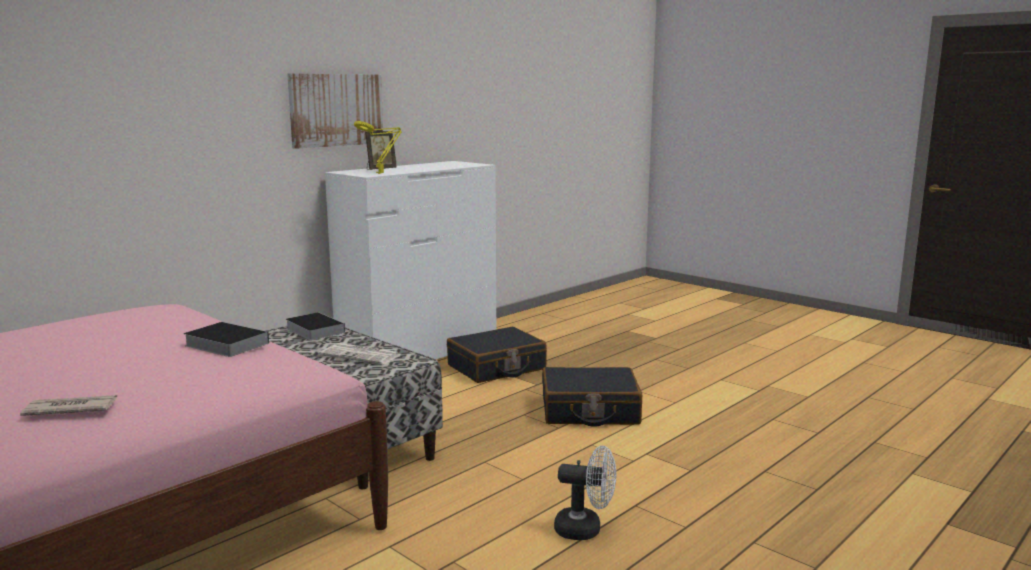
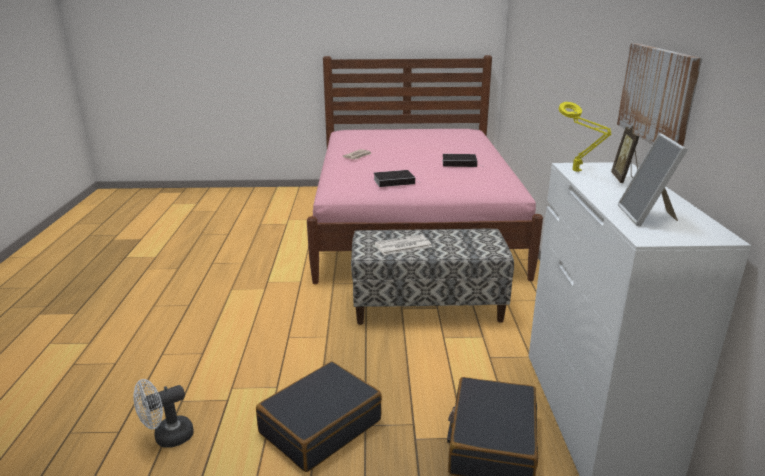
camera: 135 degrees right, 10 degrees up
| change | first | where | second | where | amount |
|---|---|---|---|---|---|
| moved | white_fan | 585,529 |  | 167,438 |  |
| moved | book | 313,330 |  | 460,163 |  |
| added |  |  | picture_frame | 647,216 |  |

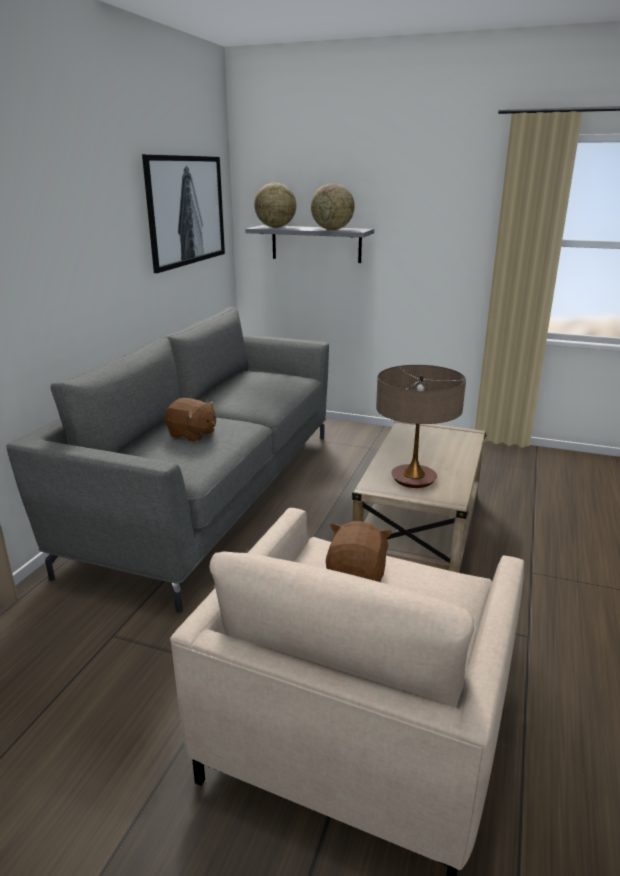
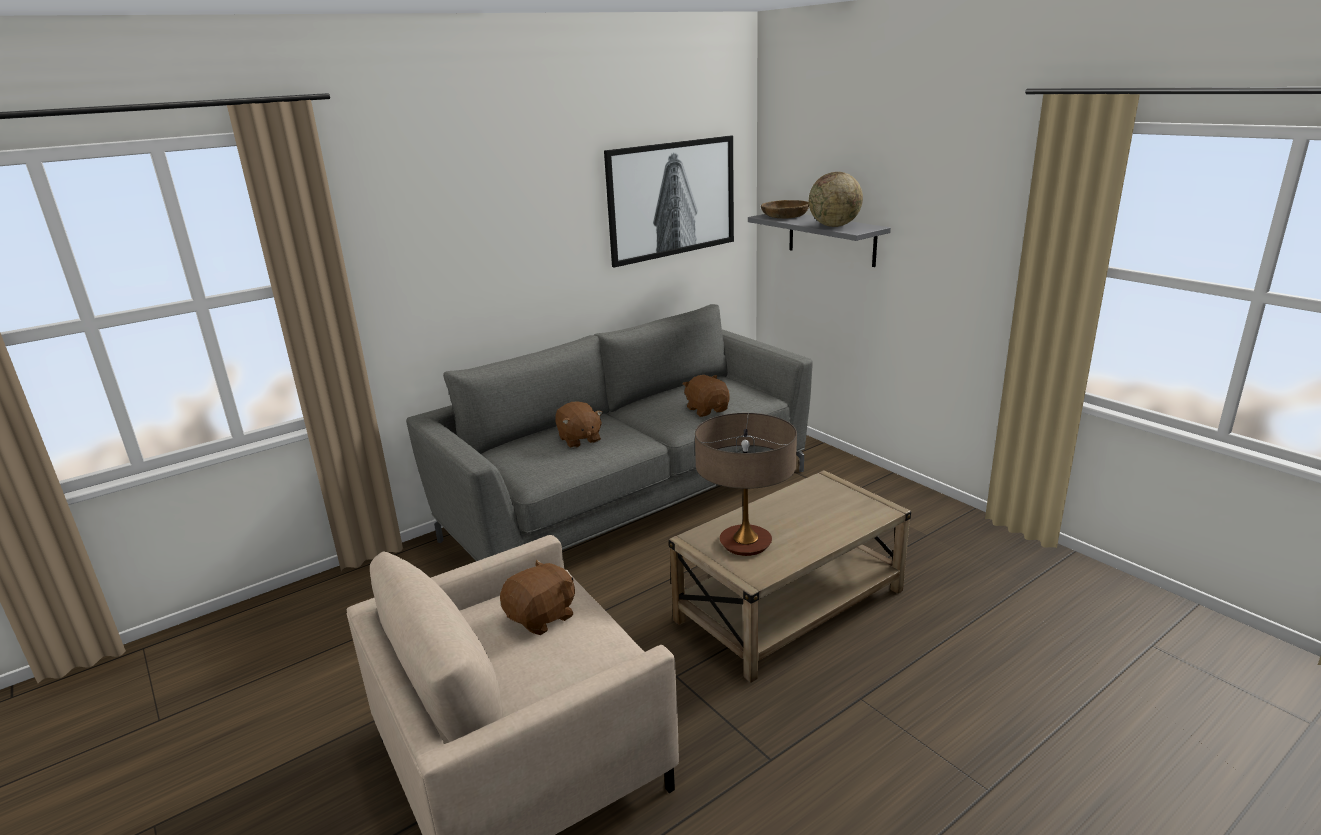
camera: 35 degrees right, 0 degrees up
| change | first | where | second | where | amount |
|---|---|---|---|---|---|
| added |  |  | brown_plush_toy | 707,409 |  |
| replaced | globe | 275,227 | brown_bowl | 784,216 |  |

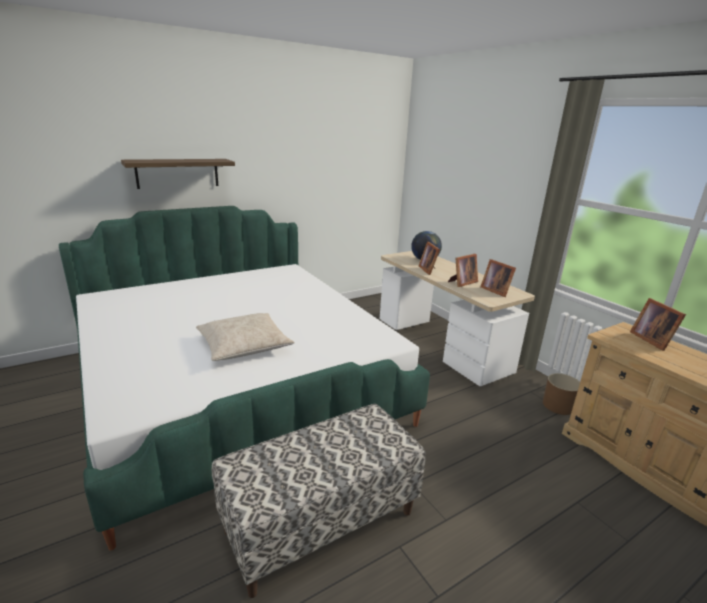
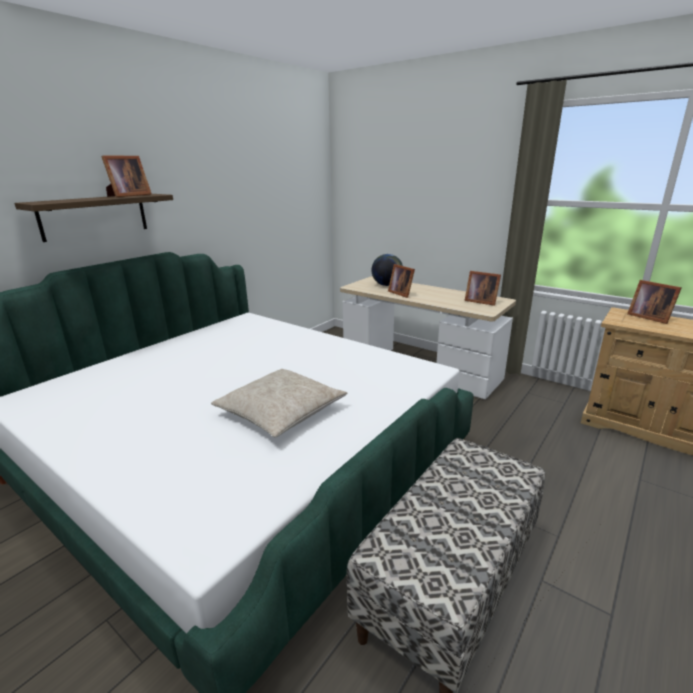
camera: 20 degrees left, 0 degrees up
| change | first | where | second | where | amount |
|---|---|---|---|---|---|
| moved | picture_frame | 462,283 |  | 127,195 |  |
| removed | brown_planter | 558,405 |  |  |  |

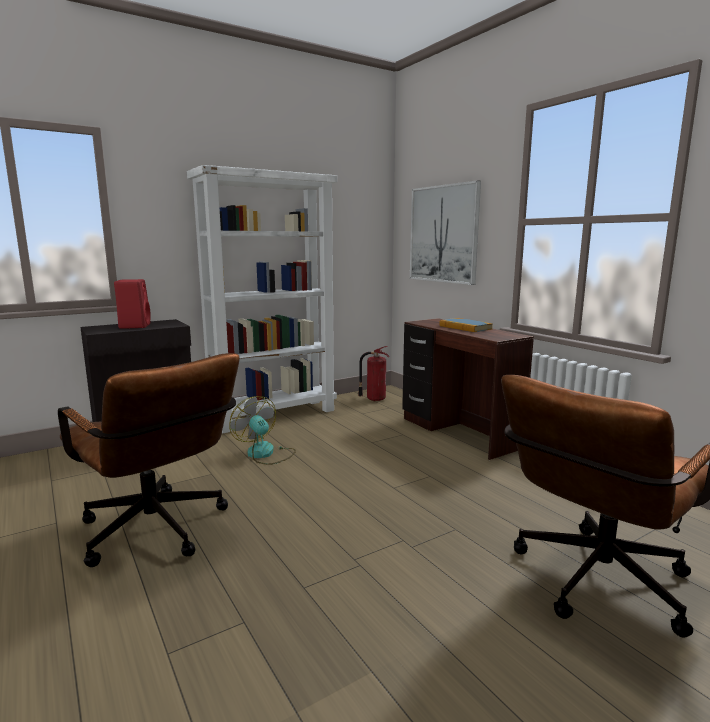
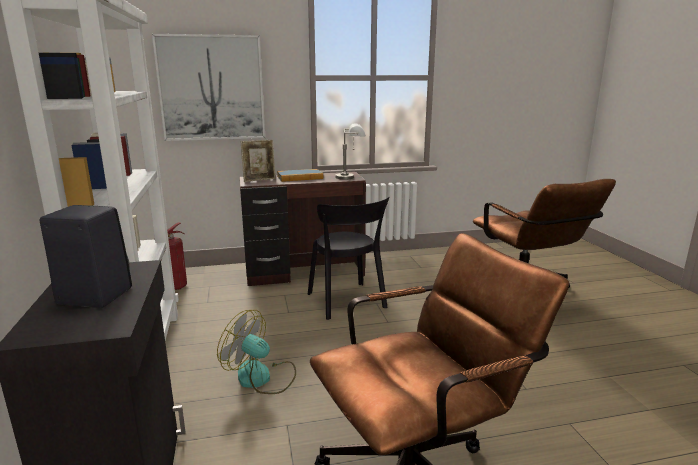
camera: 70 degrees left, 5 degrees up
| change | first | where | second | where | amount |
|---|---|---|---|---|---|
| recoloured | red_speaker | 134,326 | black_speaker | 92,296 |  |
| turned | fan | 265,454 |  | 261,378 | 45 degrees clockwise |
| added |  |  | picture_frame | 259,180 |  |
| added |  |  | black_chair | 347,302 |  |
| added |  |  | grey_table_lamp | 351,177 |  |

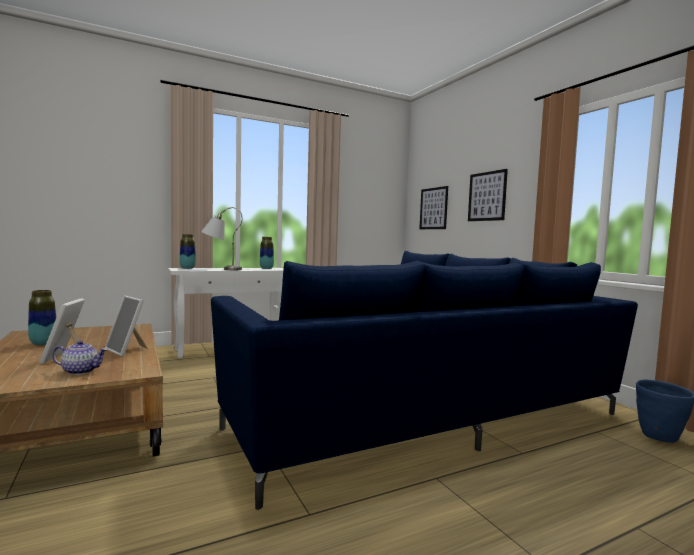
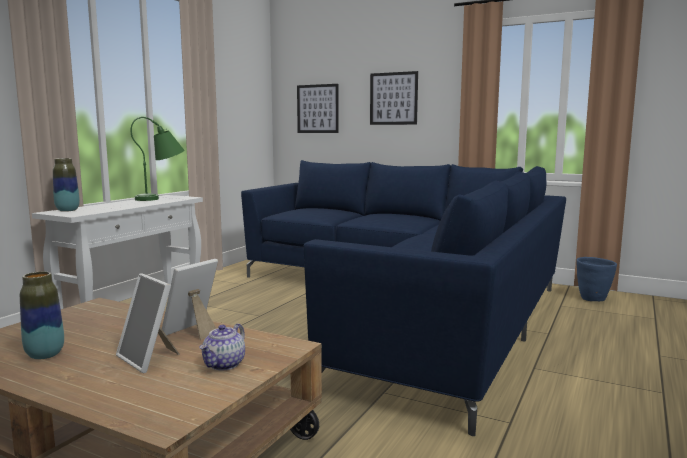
camera: 35 degrees left, 5 degrees up
| change | first | where | second | where | amount |
|---|---|---|---|---|---|
| replaced | vase | 266,268 | green_table_lamp | 162,198 |  |
| turned | picture_frame | 127,350 |  | 193,332 | 120 degrees clockwise |
| turned | teapot | 81,371 |  | 224,364 | 150 degrees clockwise |
| removed | grey_table_lamp | 220,269 |  |  |  |

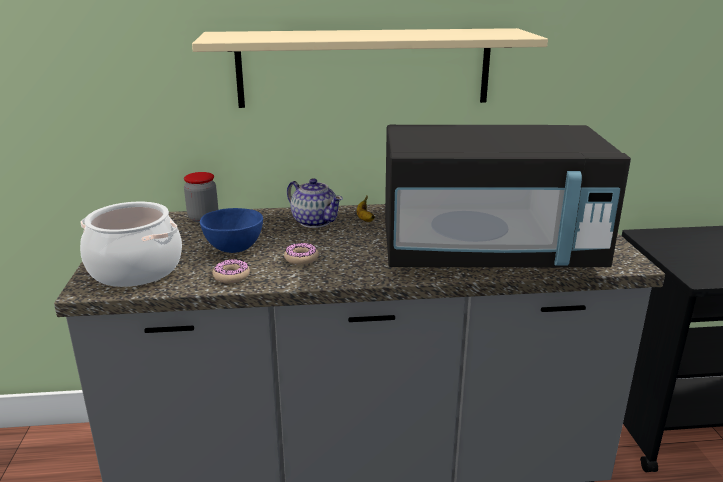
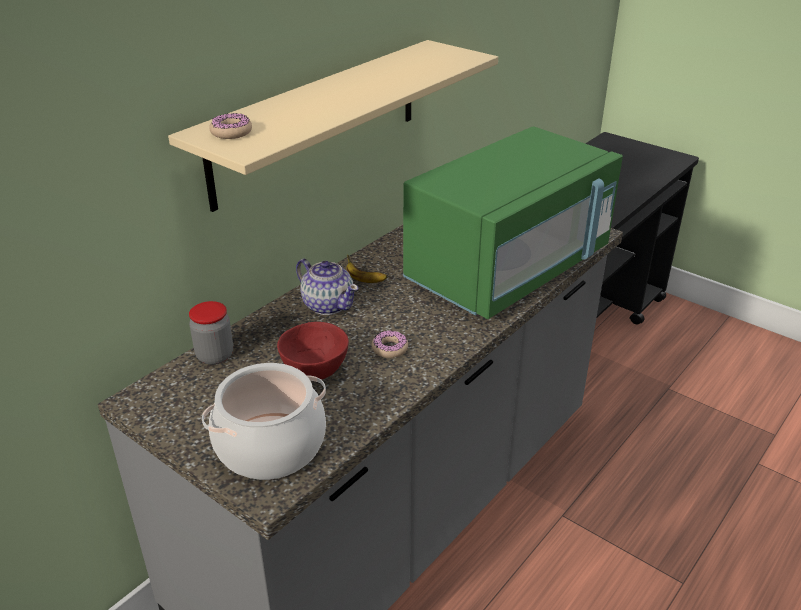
camera: 45 degrees left, 10 degrees up
| change | first | where | second | where | amount |
|---|---|---|---|---|---|
| moved | donut | 231,276 |  | 231,132 |  |
| recoloured | blue_bowl | 233,248 | red_bowl | 314,372 |  |
| turned | teapot | 314,221 |  | 328,304 | 45 degrees clockwise |
| recoloured | black_microwave | 489,254 | green_microwave | 508,269 |  |

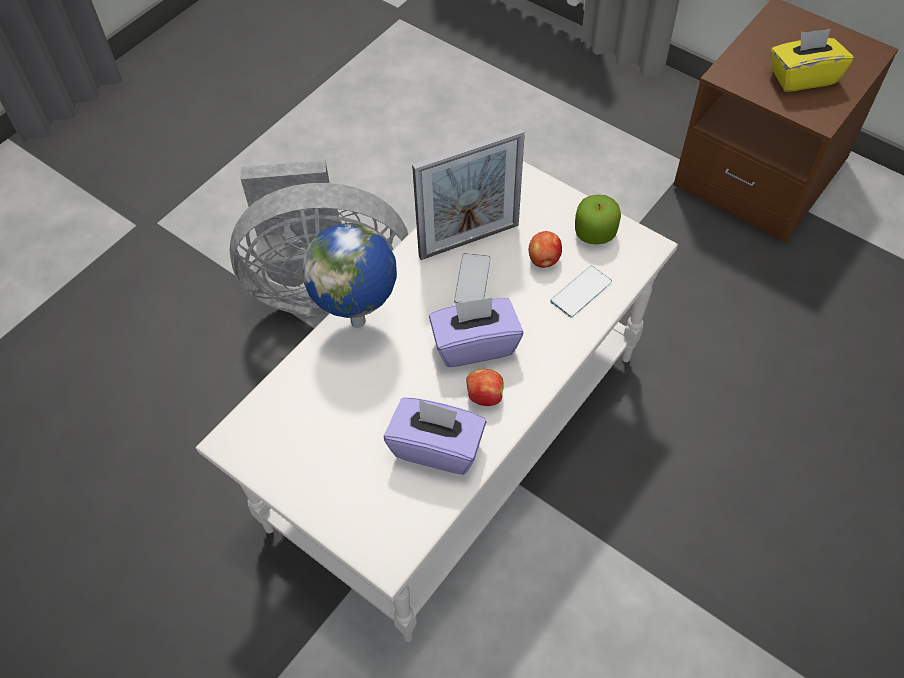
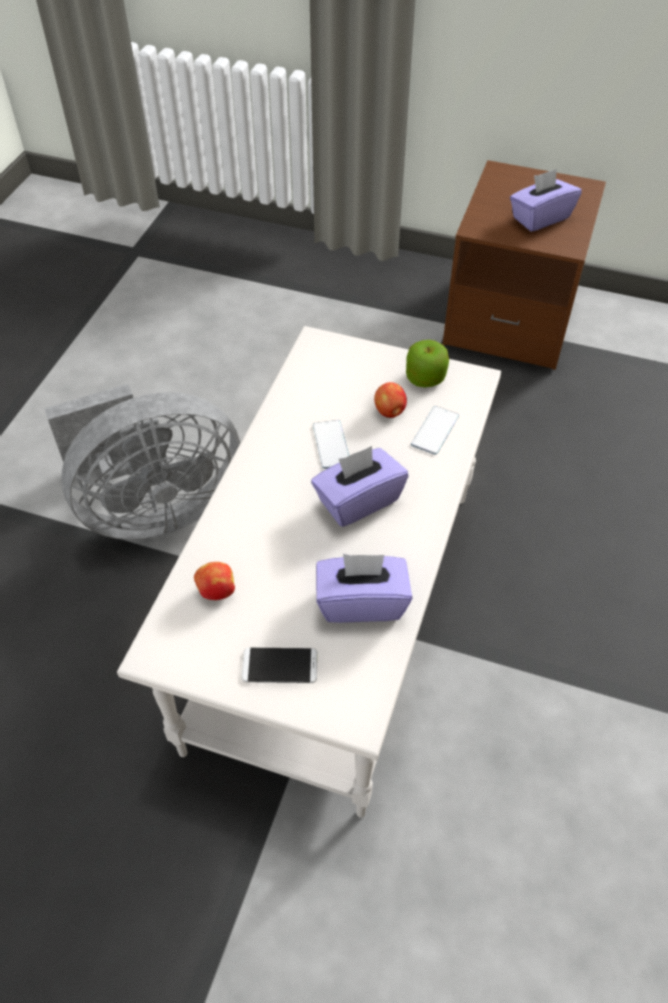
camera: 20 degrees left, 5 degrees down
| change | first | where | second | where | amount |
|---|---|---|---|---|---|
| moved | apple | 484,396 |  | 216,591 |  |
| added |  |  | phone | 280,666 |  |
| recoloured | yellow_tissue_box | 802,77 | purple_tissue_box | 540,218 |  |
| removed | globe | 360,322 |  |  |  |
| removed | picture_frame | 469,240 |  |  |  |

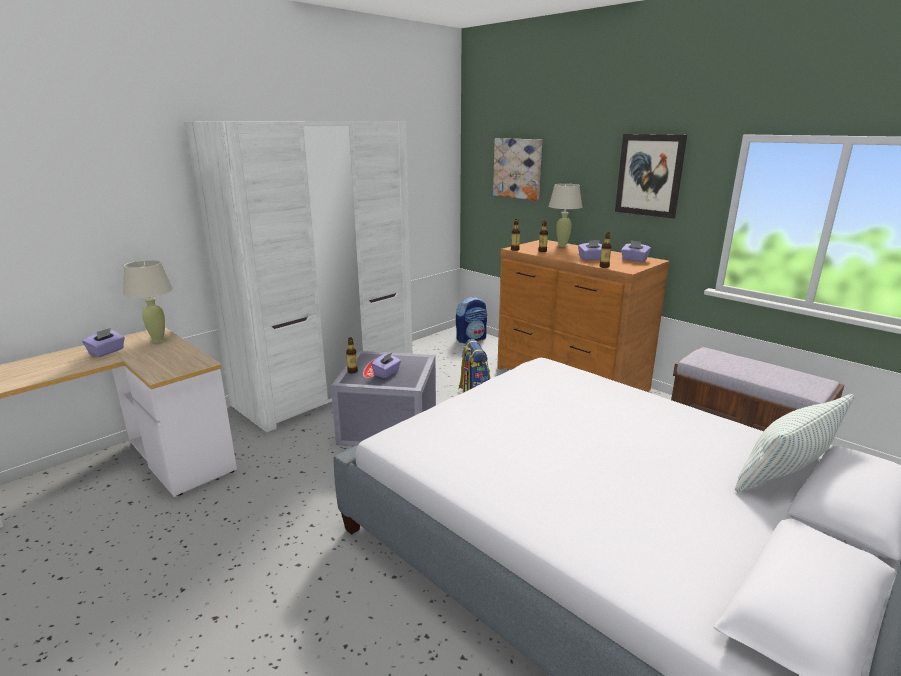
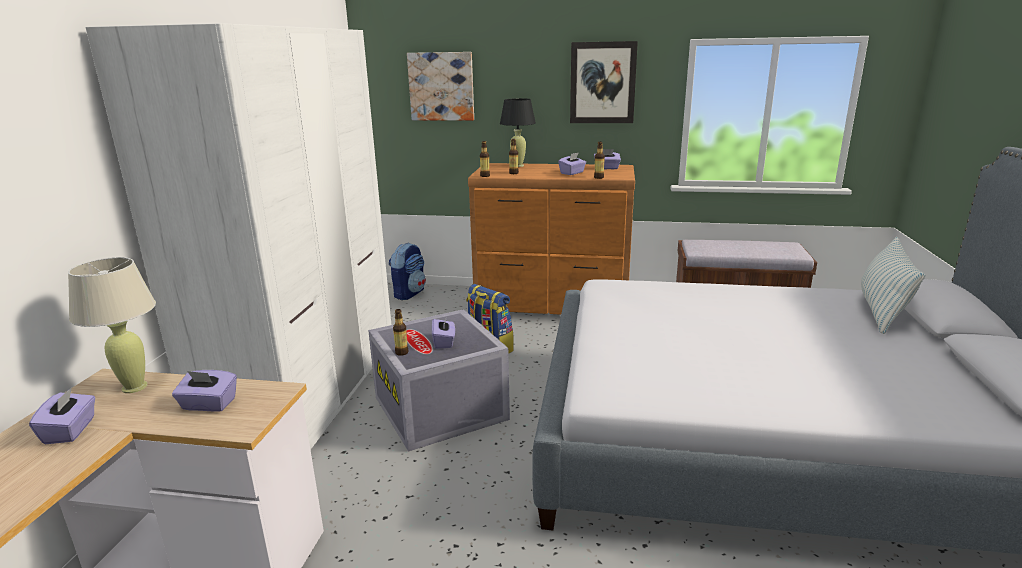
camera: 35 degrees left, 0 degrees up
| change | first | where | second | where | amount |
|---|---|---|---|---|---|
| added |  |  | purple_tissue_box | 208,405 |  |
| recoloured | beige_table_lamp | 562,245 | black_table_lamp | 518,165 |  |

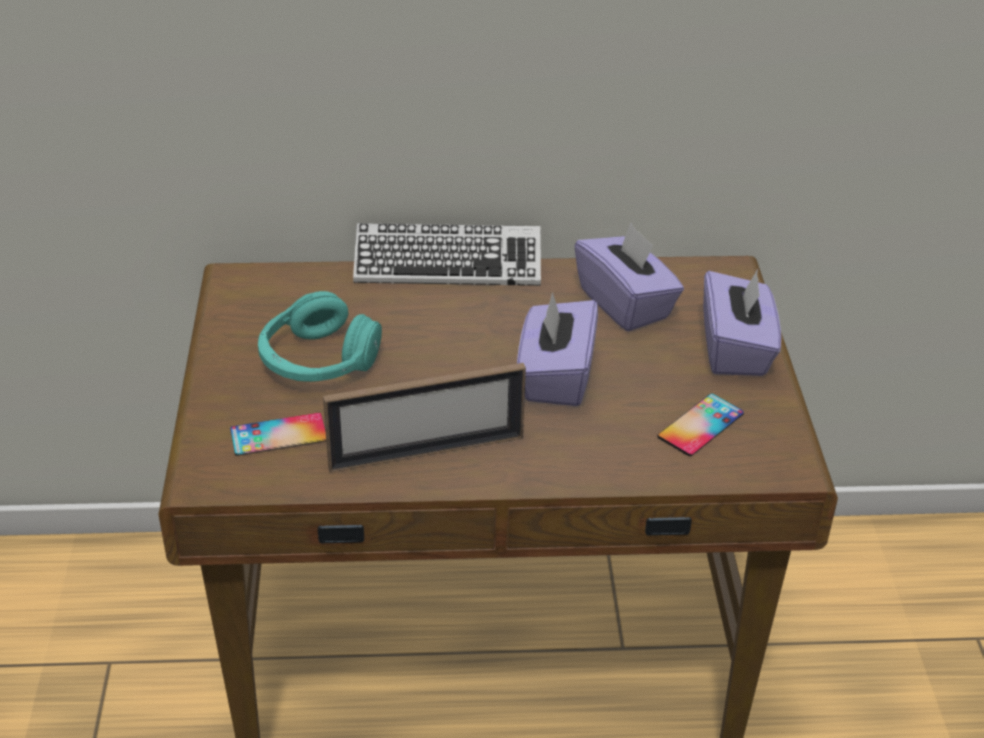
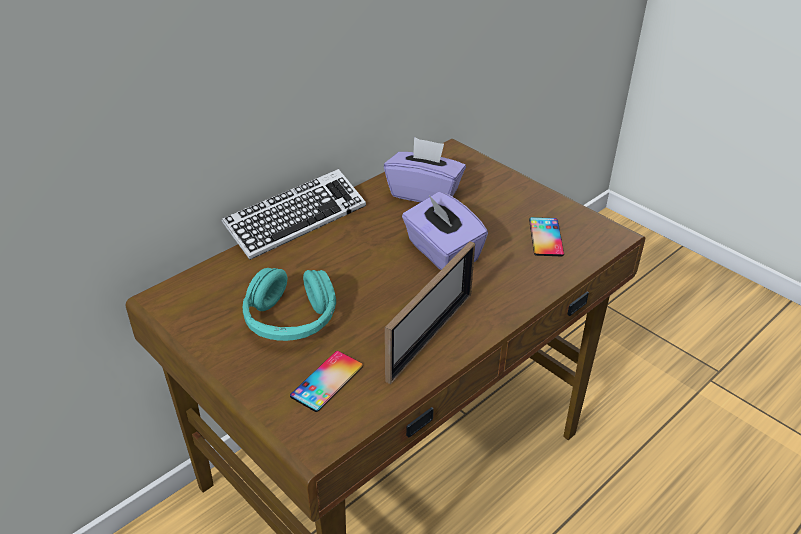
camera: 40 degrees left, 0 degrees up
| change | first | where | second | where | amount |
|---|---|---|---|---|---|
| removed | purple_tissue_box | 736,349 |  |  |  |

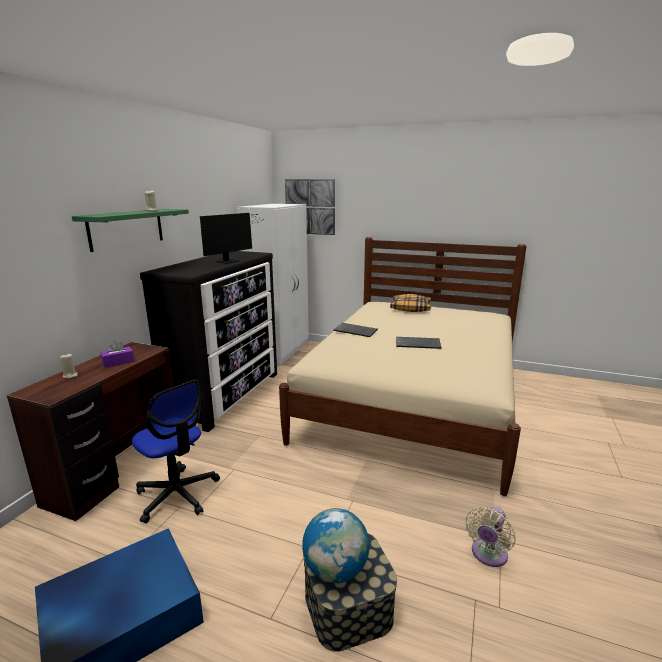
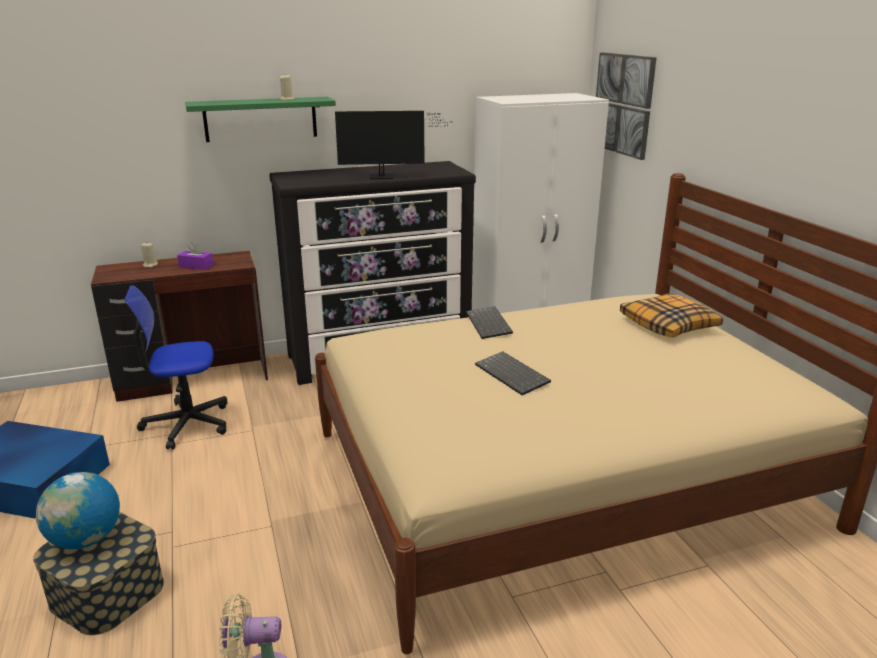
camera: 50 degrees right, 5 degrees up
| change | first | where | second | where | amount |
|---|---|---|---|---|---|
| turned | office_chair | 177,494 |  | 187,424 | 75 degrees clockwise |

